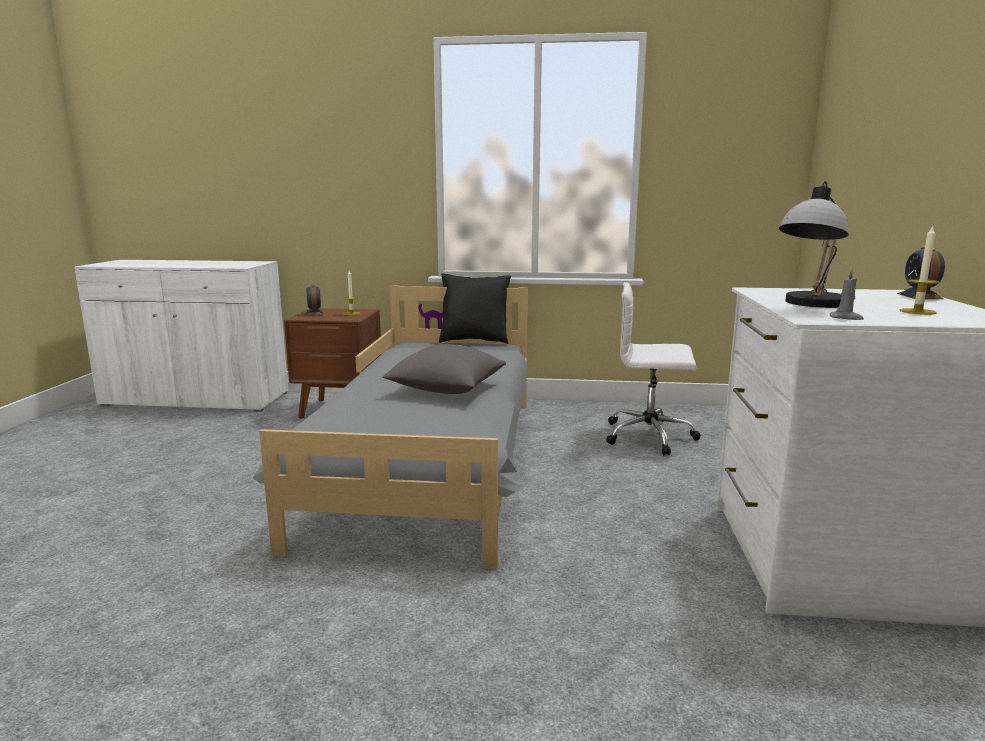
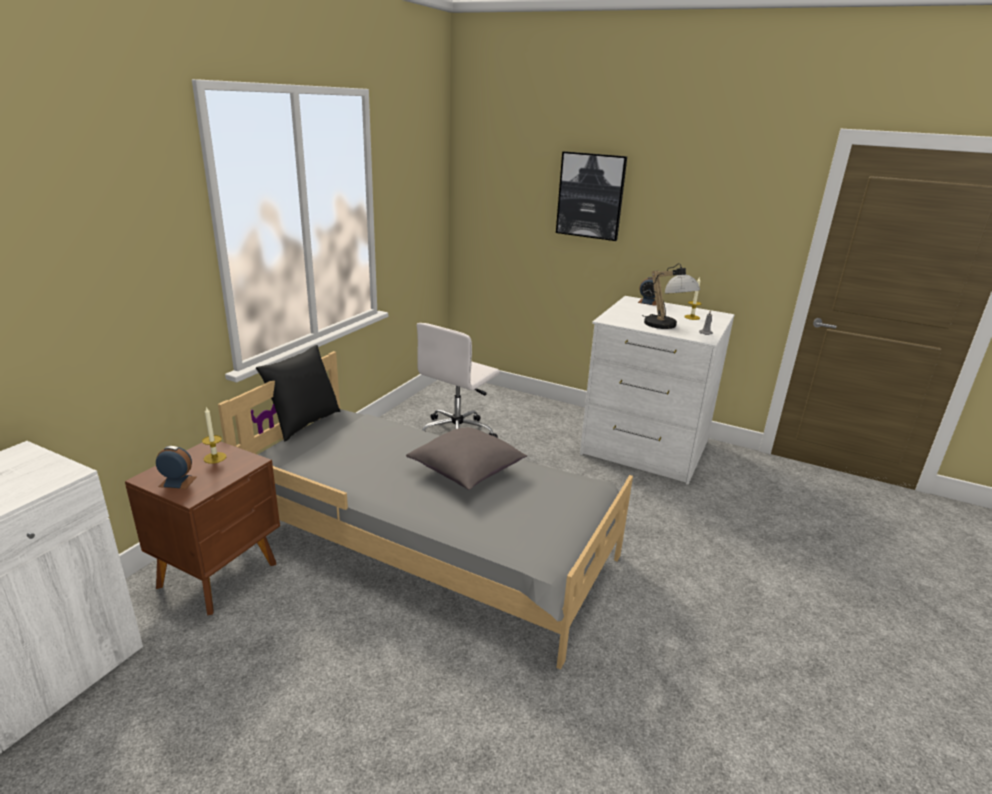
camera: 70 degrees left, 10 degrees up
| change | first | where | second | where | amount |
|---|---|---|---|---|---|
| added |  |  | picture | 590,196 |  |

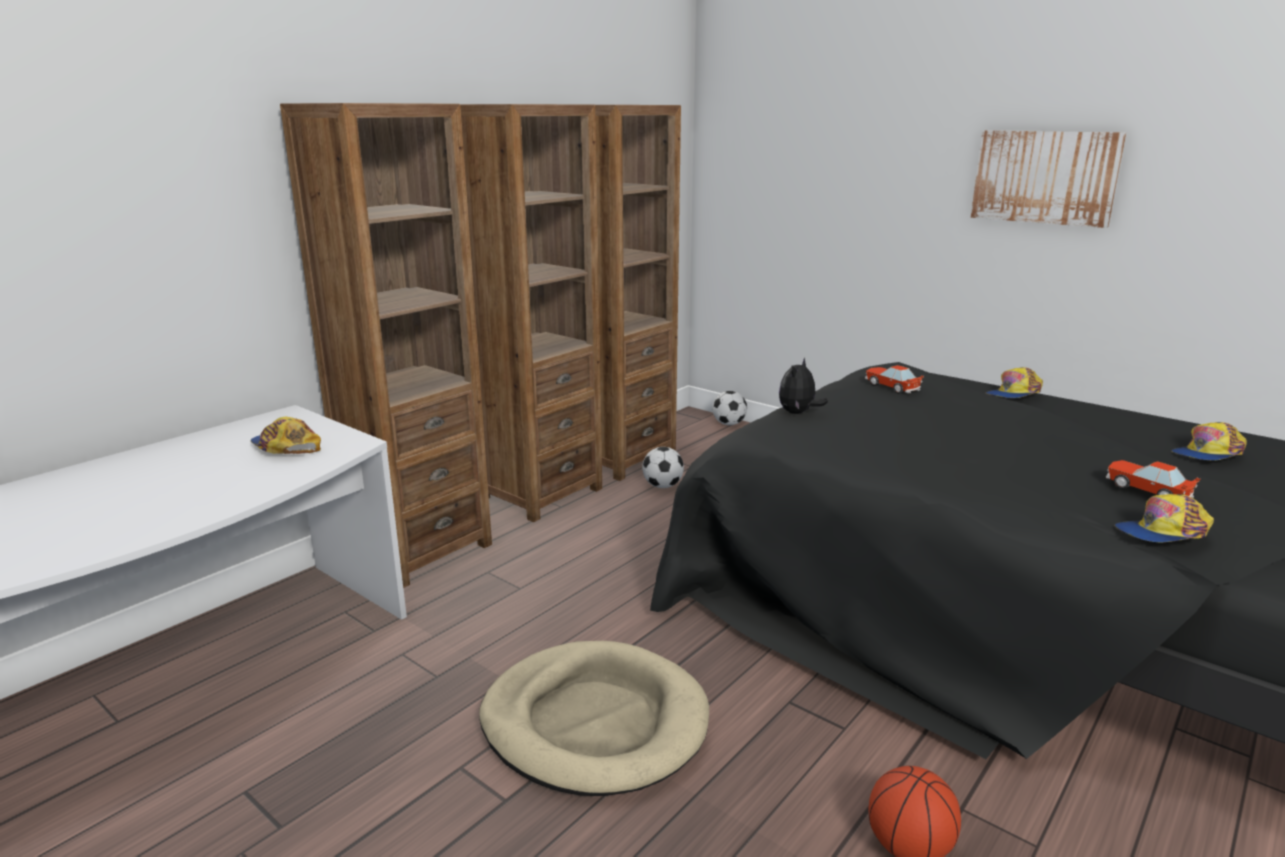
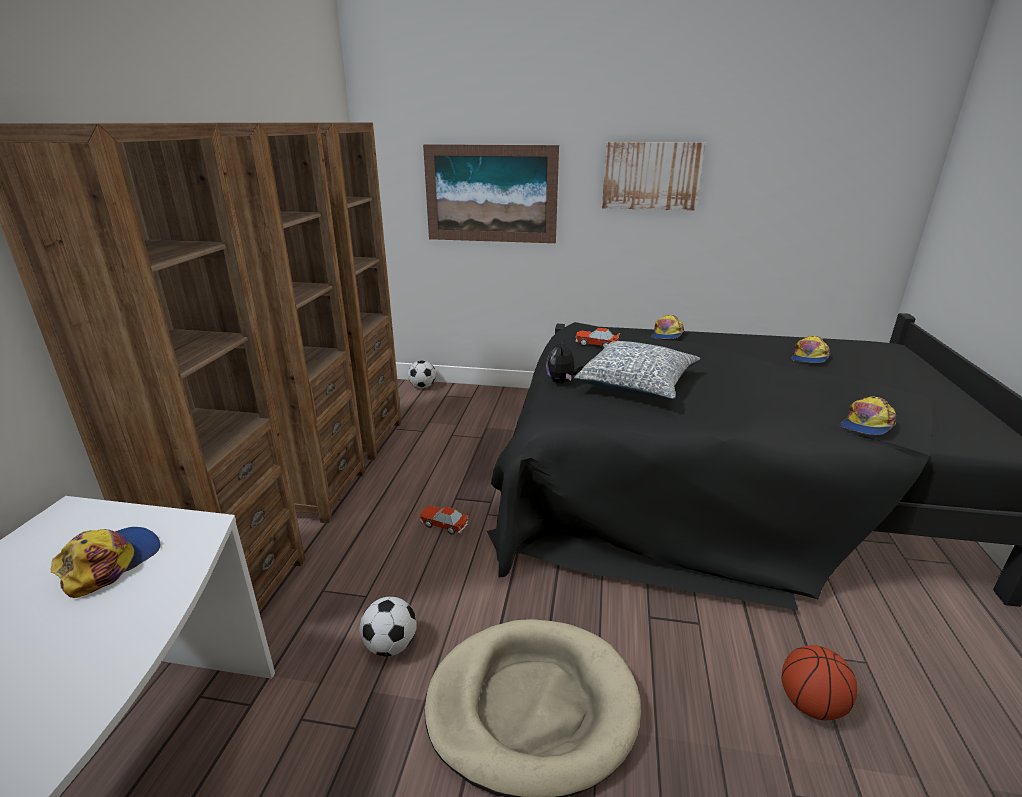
camera: 30 degrees left, 5 degrees up
| change | first | where | second | where | amount |
|---|---|---|---|---|---|
| turned | cap | 286,447 |  | 110,562 | 105 degrees clockwise |
| moved | football | 662,486 |  | 391,645 |  |
| moved | toy_car | 1147,490 |  | 444,524 |  |
| added |  |  | picture | 491,194 |  |
| added |  |  | pillow | 637,384 |  |

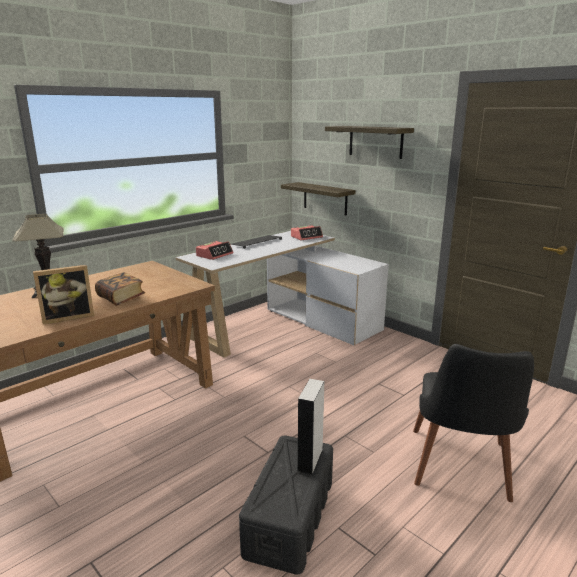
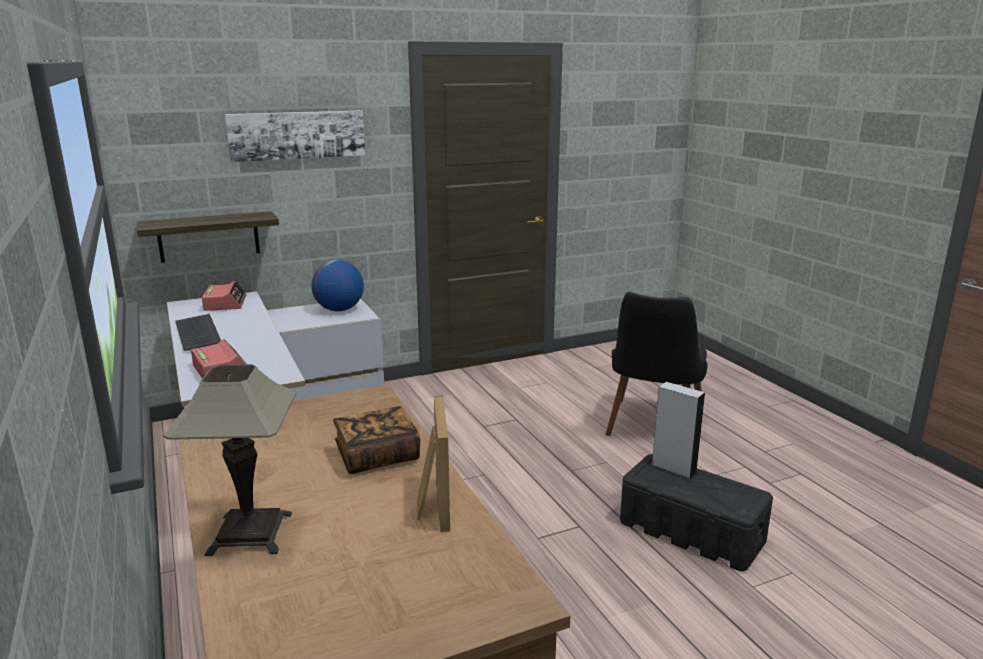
camera: 70 degrees left, 0 degrees up
| change | first | where | second | where | amount |
|---|---|---|---|---|---|
| replaced | shelf | 375,141 | picture | 297,135 |  |
| added |  |  | globe | 339,310 |  |
| turned | black_chair | 461,473 |  | 652,430 | 75 degrees clockwise |

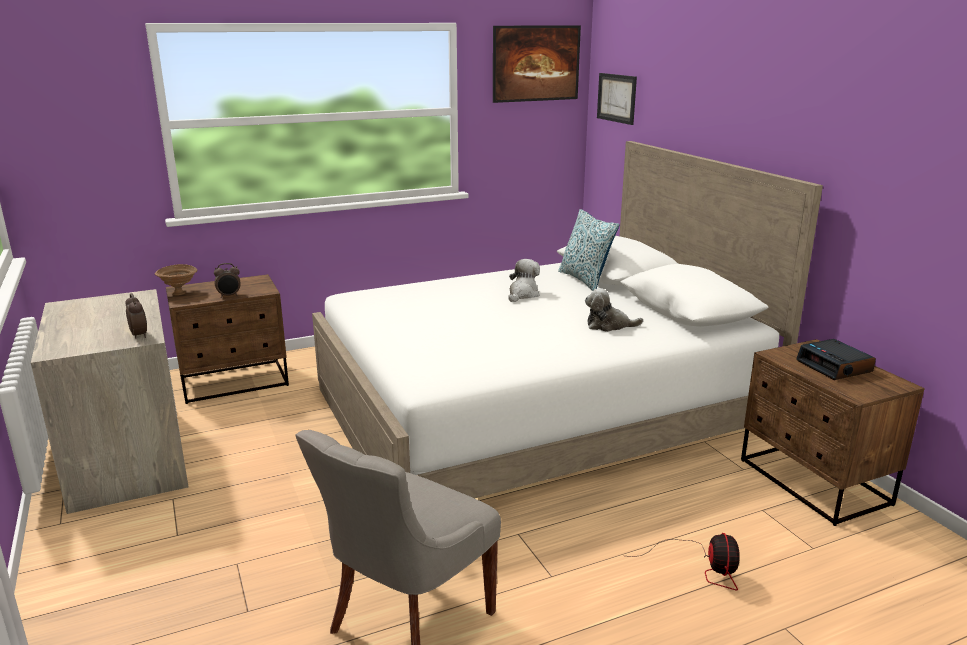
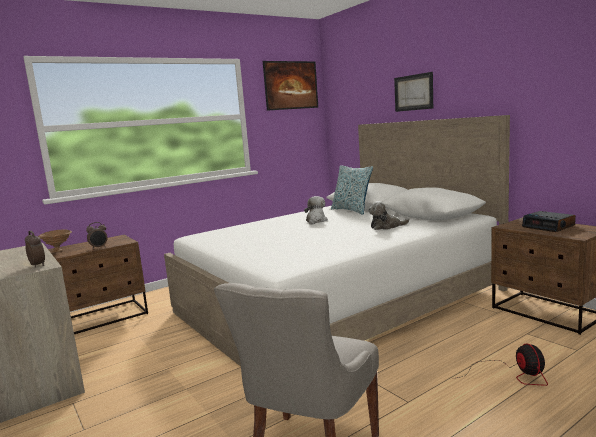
camera: 10 degrees left, 10 degrees down
| change | first | where | second | where | amount |
|---|---|---|---|---|---|
| moved | picture | 616,98 |  | 413,92 |  |

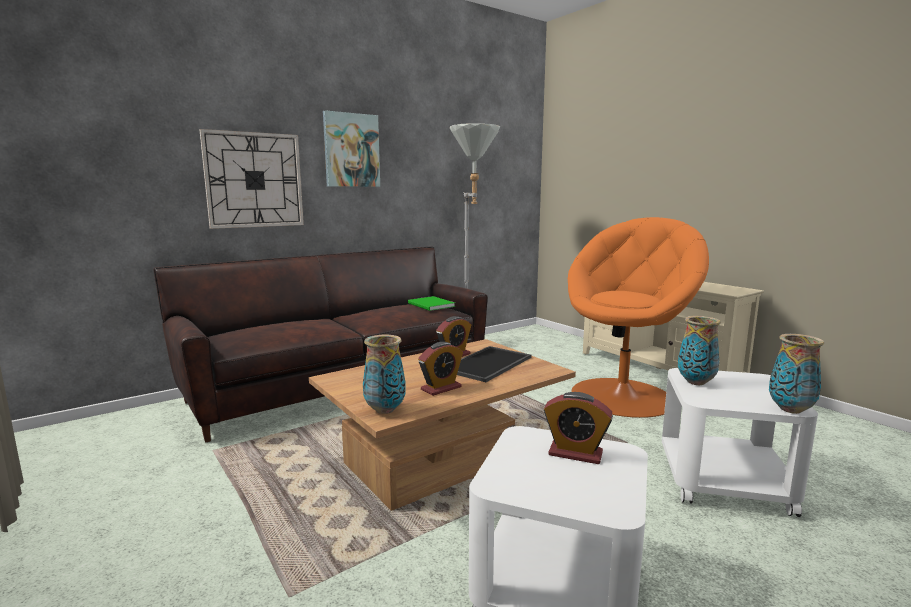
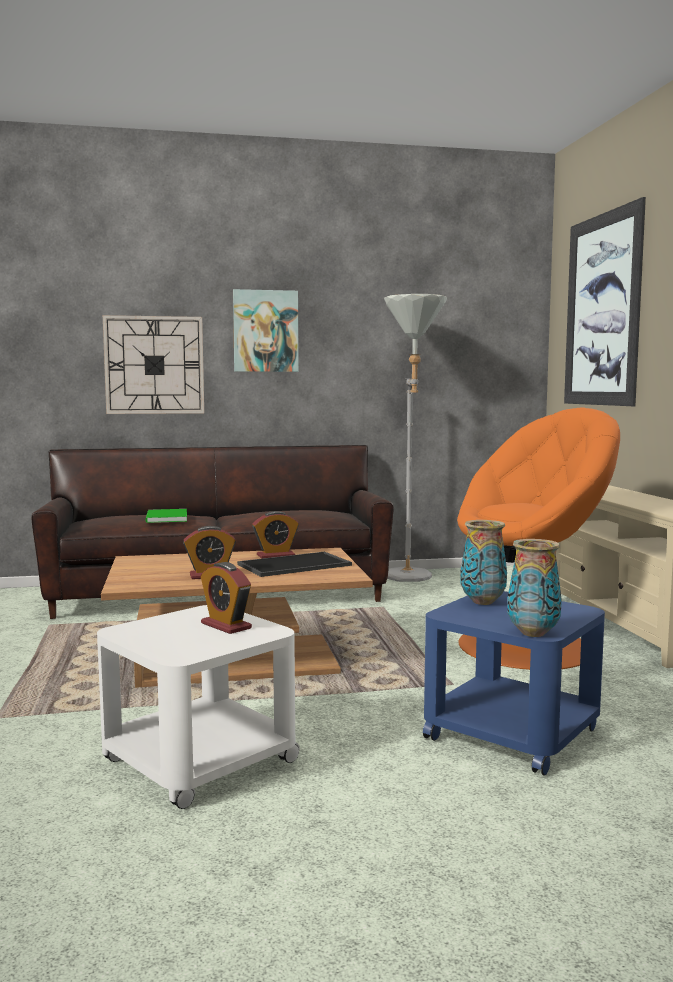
camera: 25 degrees right, 5 degrees down
| change | first | where | second | where | amount |
|---|---|---|---|---|---|
| moved | green_book | 431,305 |  | 165,518 |  |
| recoloured | white_side_table | 723,480 | blue_side_table | 512,733 |  |
| added |  |  | picture | 602,310 |  |
| removed | vase | 385,410 |  |  |  |

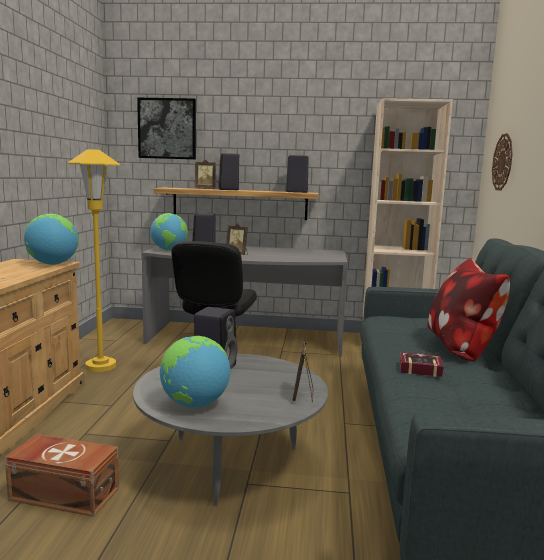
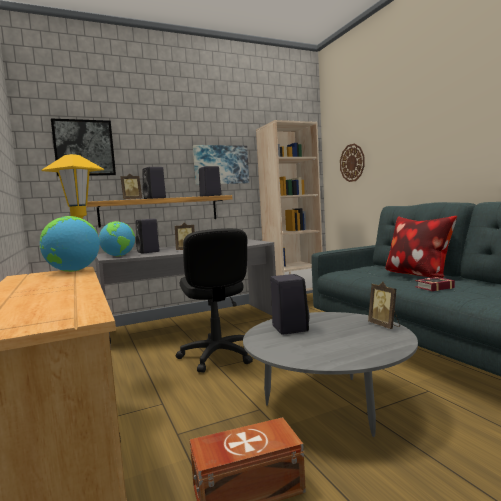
camera: 30 degrees left, 5 degrees down
| change | first | where | second | where | amount |
|---|---|---|---|---|---|
| added |  |  | picture | 221,165 |  |
| removed | globe | 194,404 |  |  |  |

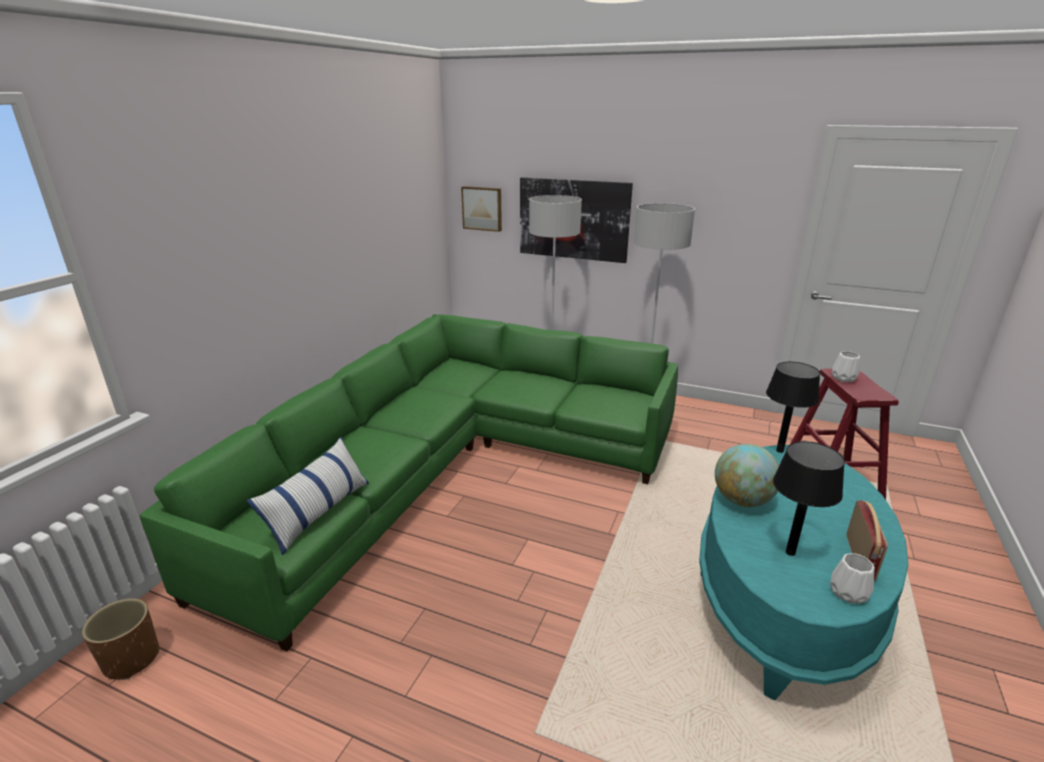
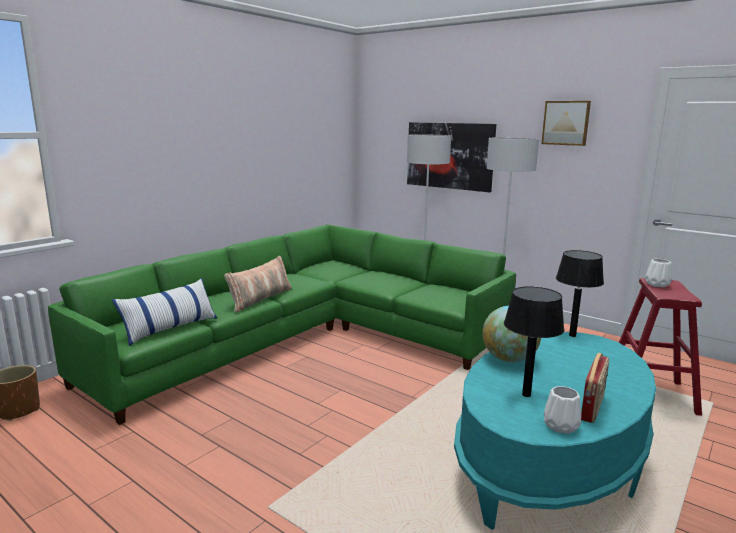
camera: 15 degrees right, 10 degrees down
| change | first | where | second | where | amount |
|---|---|---|---|---|---|
| added |  |  | pillow | 260,299 |  |
| moved | picture | 482,208 |  | 566,123 |  |

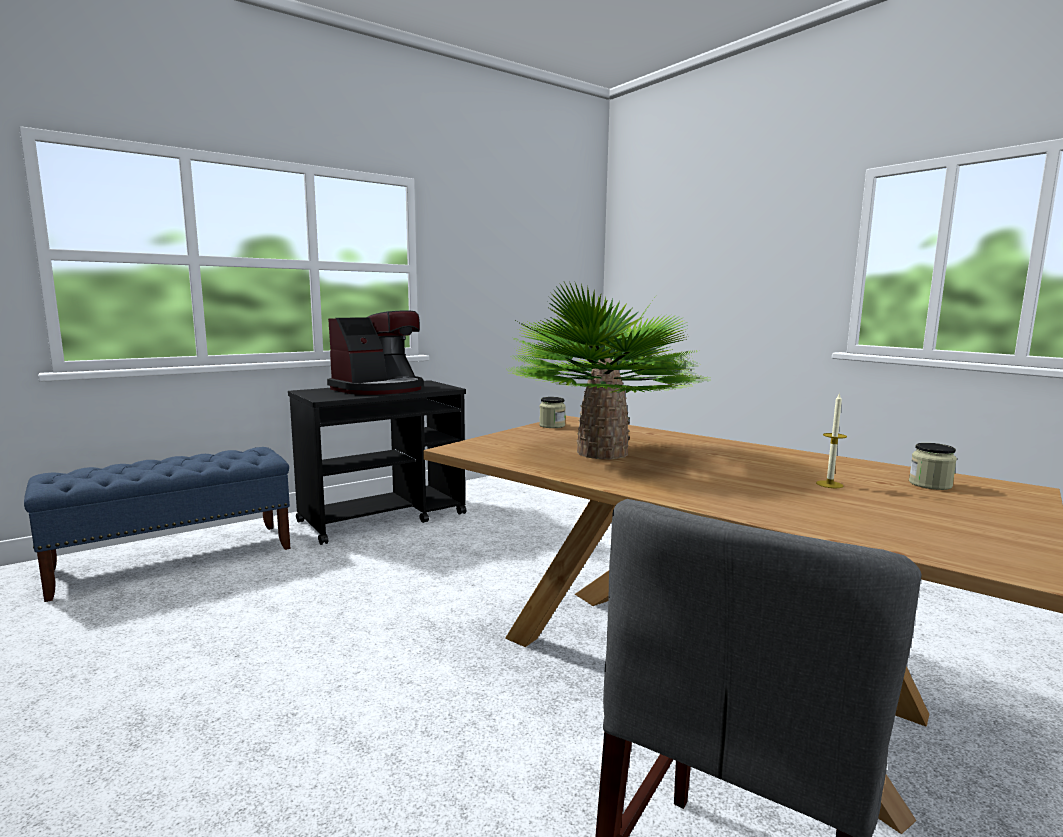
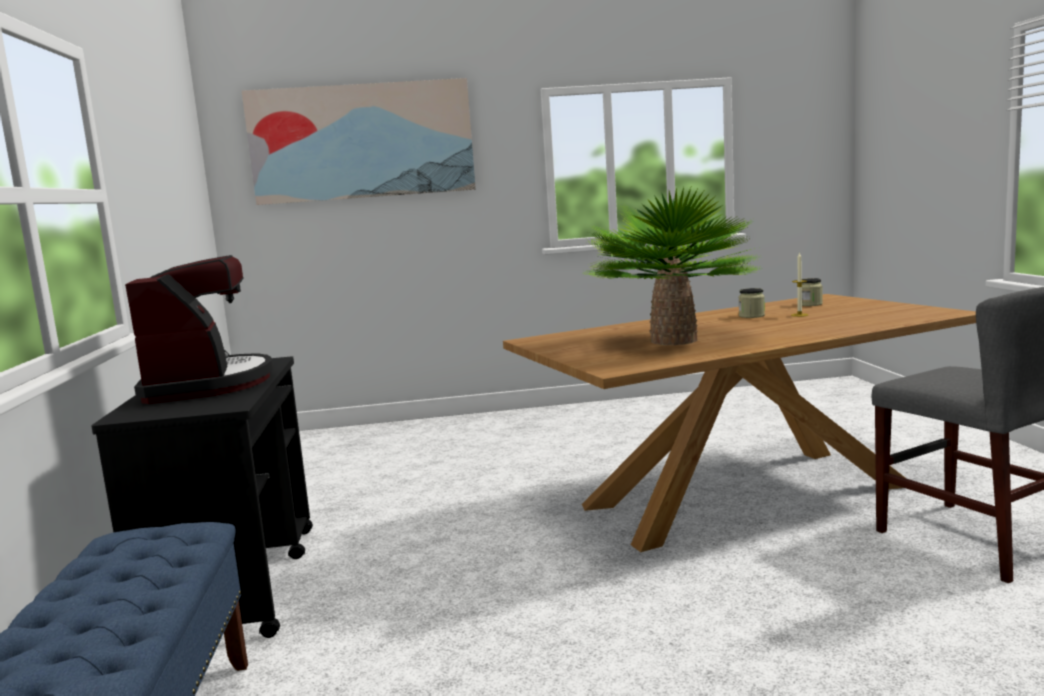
camera: 60 degrees left, 0 degrees up
| change | first | where | second | where | amount |
|---|---|---|---|---|---|
| added |  |  | picture | 362,141 |  |
| moved | jar | 552,425 |  | 751,316 |  |

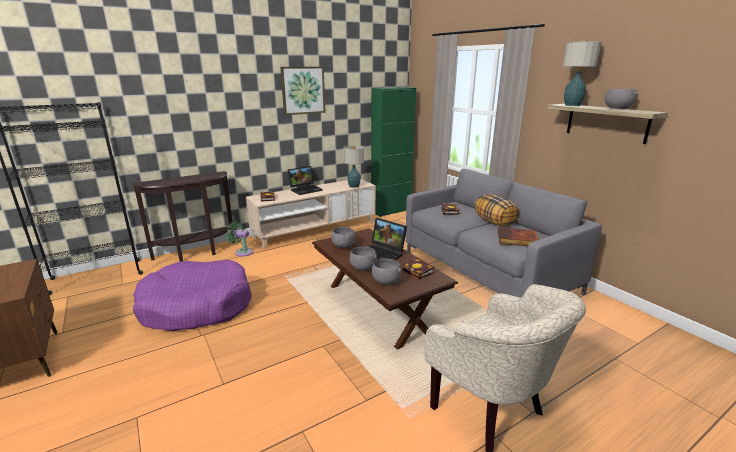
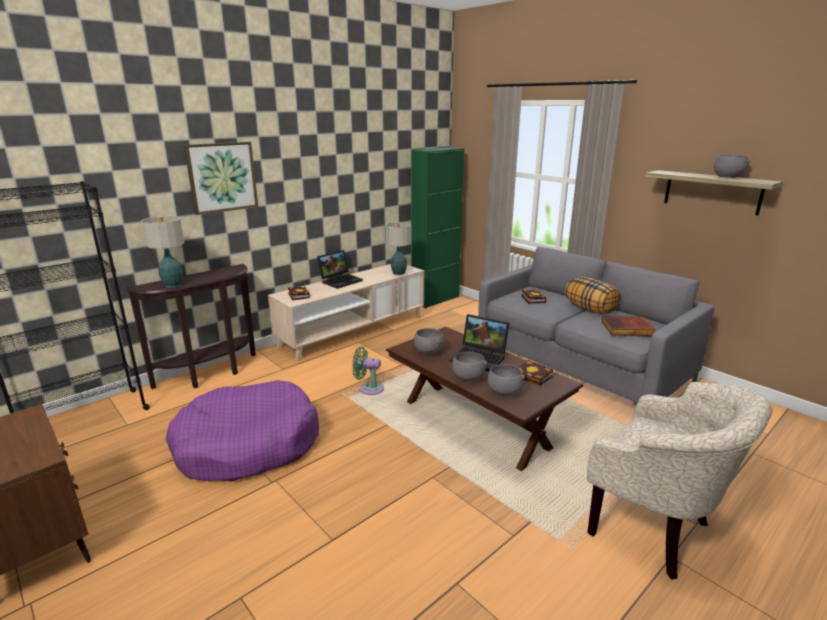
camera: 10 degrees left, 0 degrees up
| change | first | where | second | where | amount |
|---|---|---|---|---|---|
| moved | table_lamp | 572,105 |  | 173,285 |  |
| moved | picture | 303,90 |  | 222,177 |  |
| moved | green_fan | 242,252 |  | 368,389 |  |

